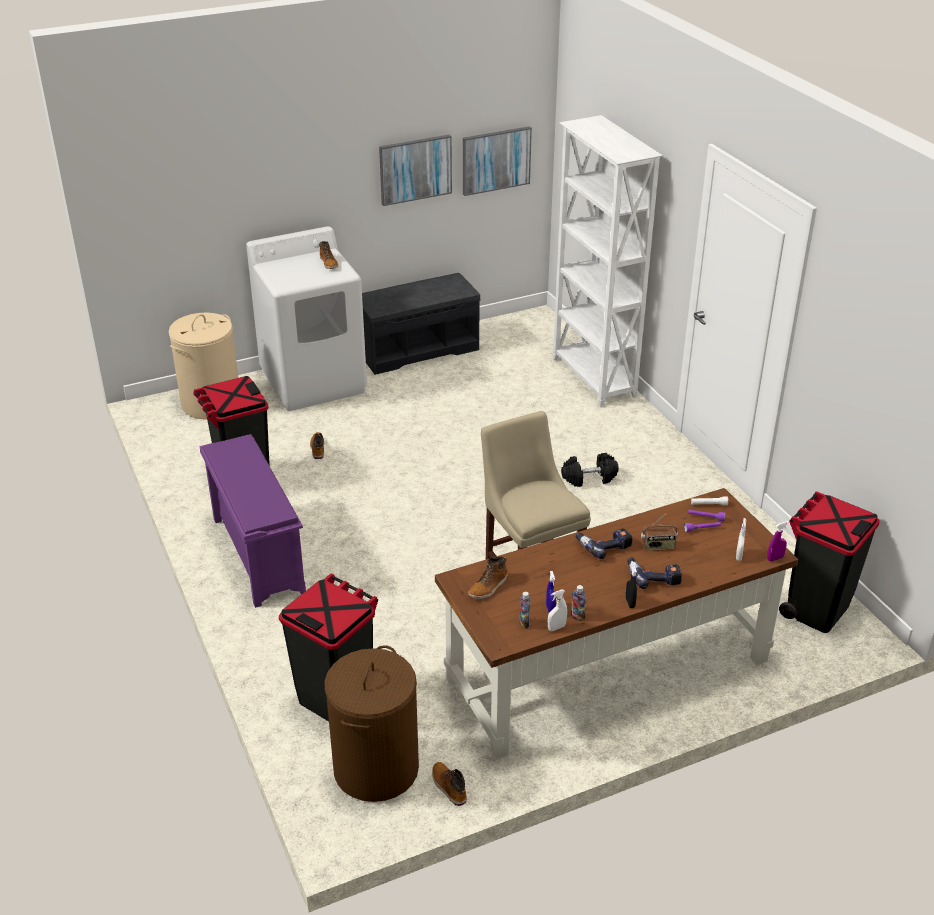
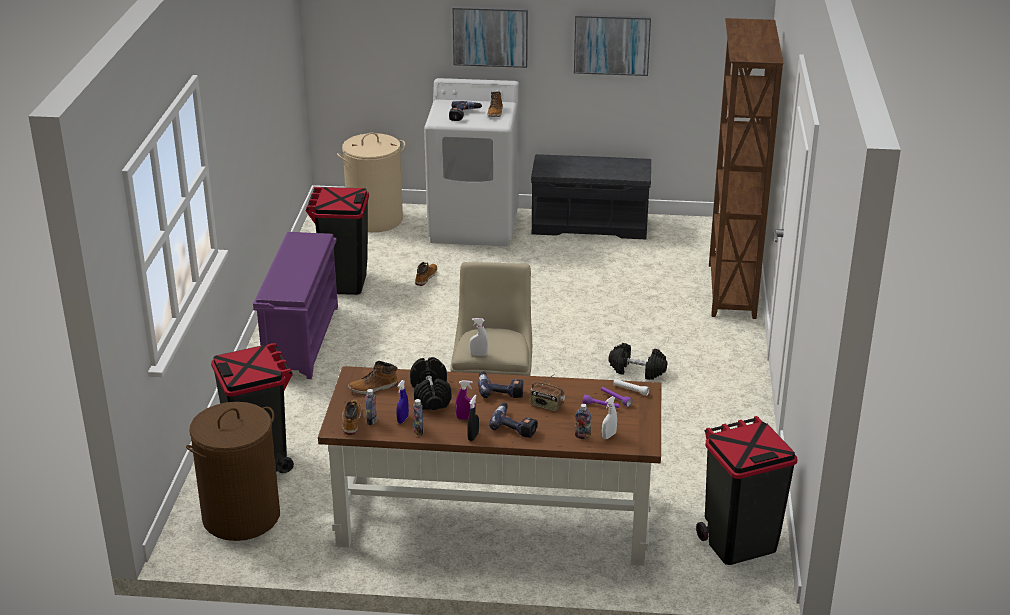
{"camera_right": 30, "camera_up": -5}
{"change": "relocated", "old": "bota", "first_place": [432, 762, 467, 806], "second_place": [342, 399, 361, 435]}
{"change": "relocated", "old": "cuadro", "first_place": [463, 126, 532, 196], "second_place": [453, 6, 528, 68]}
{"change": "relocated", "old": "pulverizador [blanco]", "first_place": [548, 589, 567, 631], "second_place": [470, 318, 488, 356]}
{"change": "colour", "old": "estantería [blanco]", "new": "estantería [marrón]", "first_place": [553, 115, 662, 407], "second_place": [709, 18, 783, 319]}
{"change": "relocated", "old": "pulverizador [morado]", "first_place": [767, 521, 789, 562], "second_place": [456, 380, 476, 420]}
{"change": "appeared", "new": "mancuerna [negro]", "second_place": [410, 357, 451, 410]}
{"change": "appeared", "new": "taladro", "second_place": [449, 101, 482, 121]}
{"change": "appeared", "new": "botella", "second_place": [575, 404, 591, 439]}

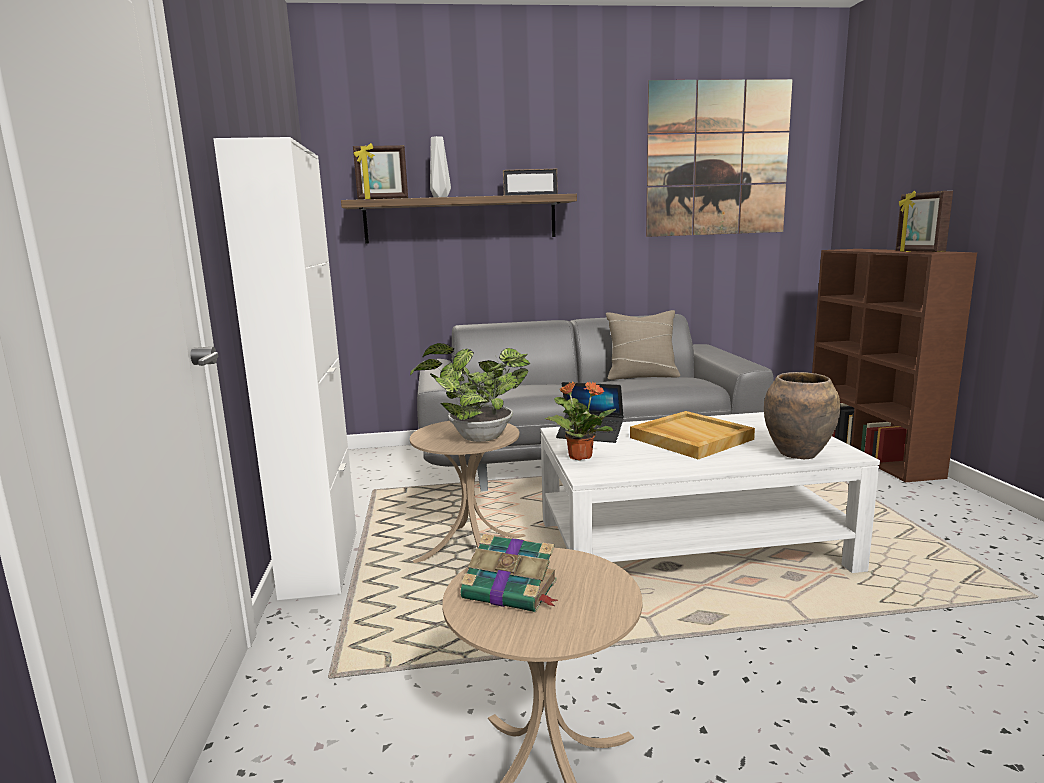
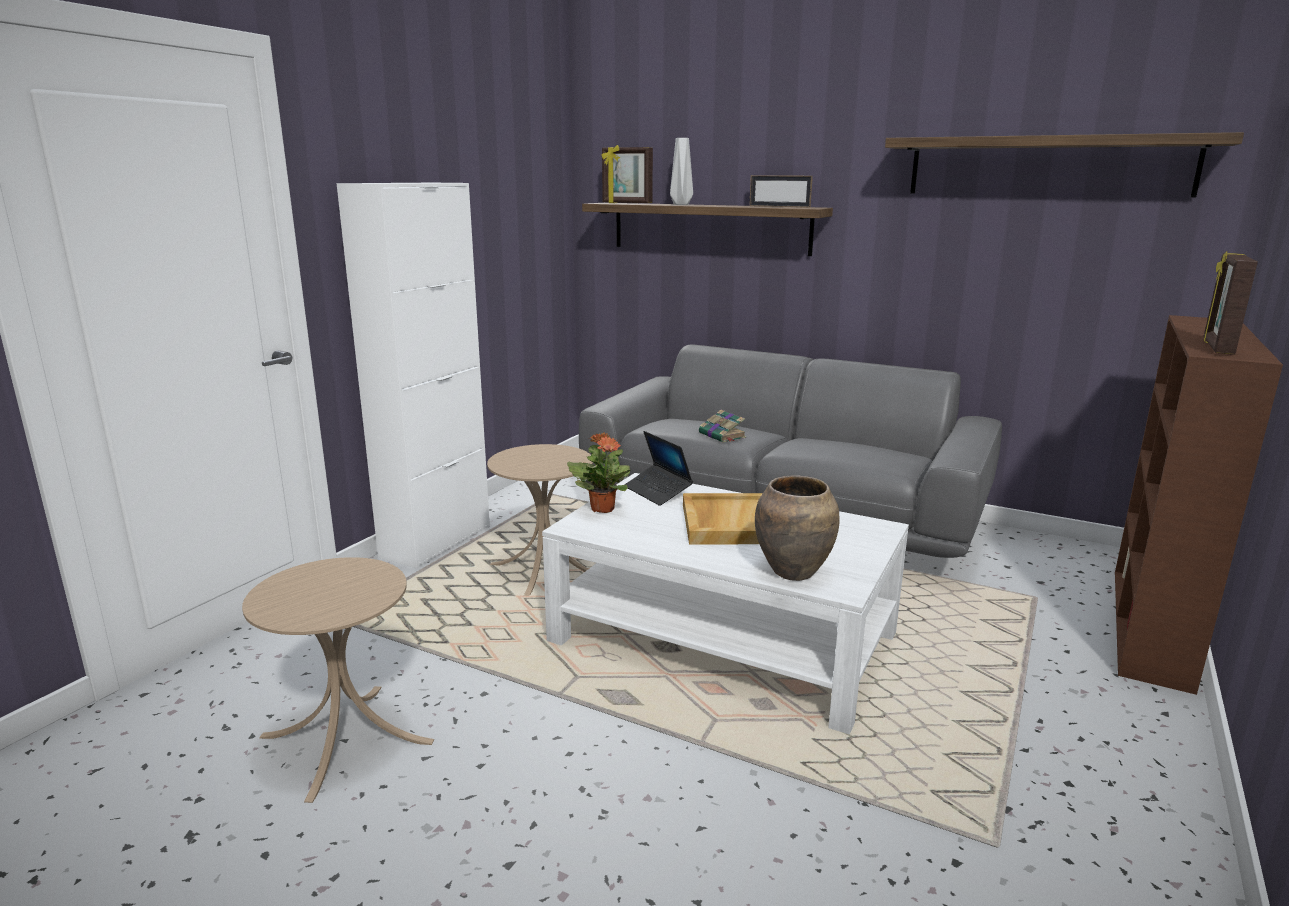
{"camera_right": 35, "camera_up": 5}
{"change": "missing", "old": "planta en maceta", "first_place": [410, 343, 530, 442]}
{"change": "relocated", "old": "libro", "first_place": [461, 534, 558, 612], "second_place": [699, 410, 746, 443]}
{"change": "missing", "old": "cojín [beis]", "first_place": [606, 310, 680, 380]}
{"change": "exchanged", "old": "cuadro", "new": "estante", "first_place": [646, 79, 793, 237], "second_place": [885, 132, 1244, 198]}

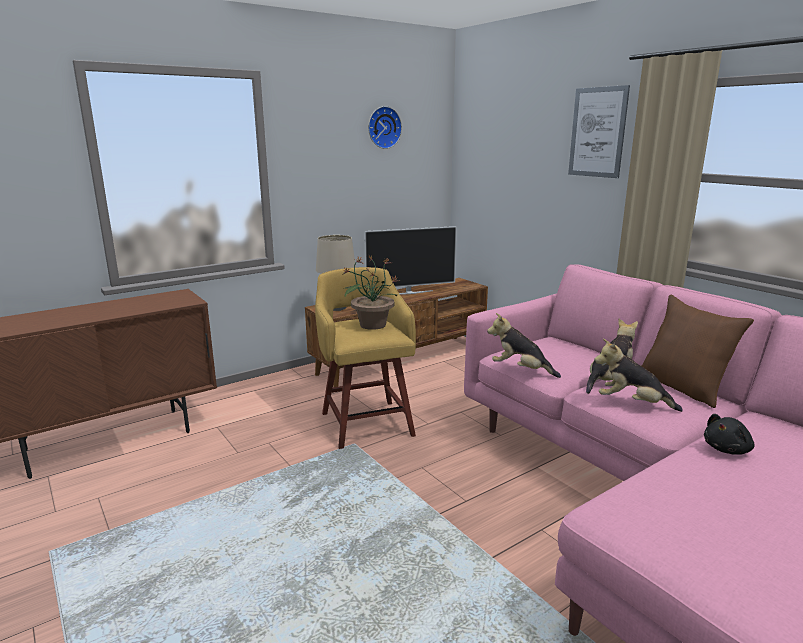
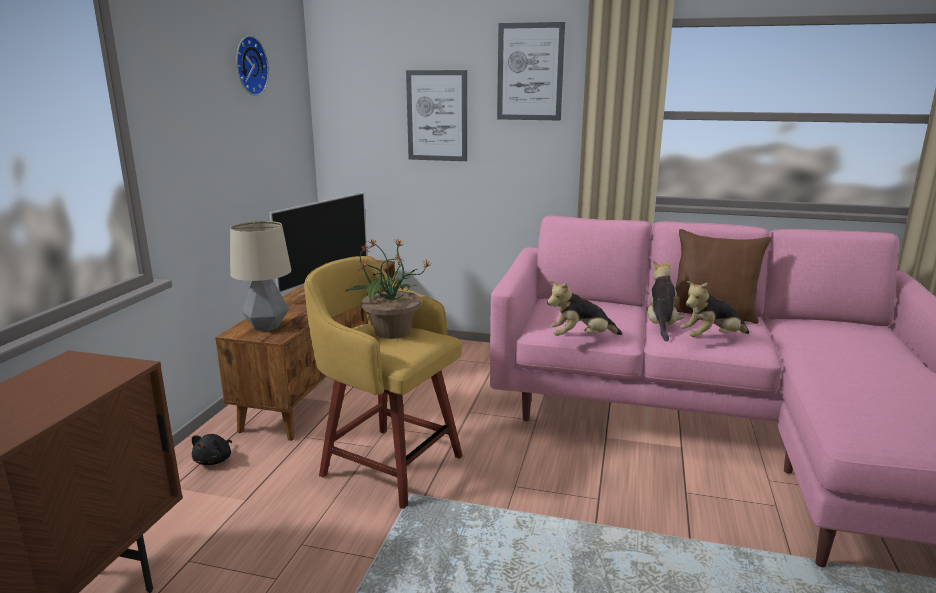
{"camera_right": -40, "camera_up": 0}
{"change": "relocated", "old": "peluche [negro]", "first_place": [704, 414, 754, 455], "second_place": [192, 434, 232, 465]}
{"change": "appeared", "new": "cuadro", "second_place": [406, 70, 467, 161]}

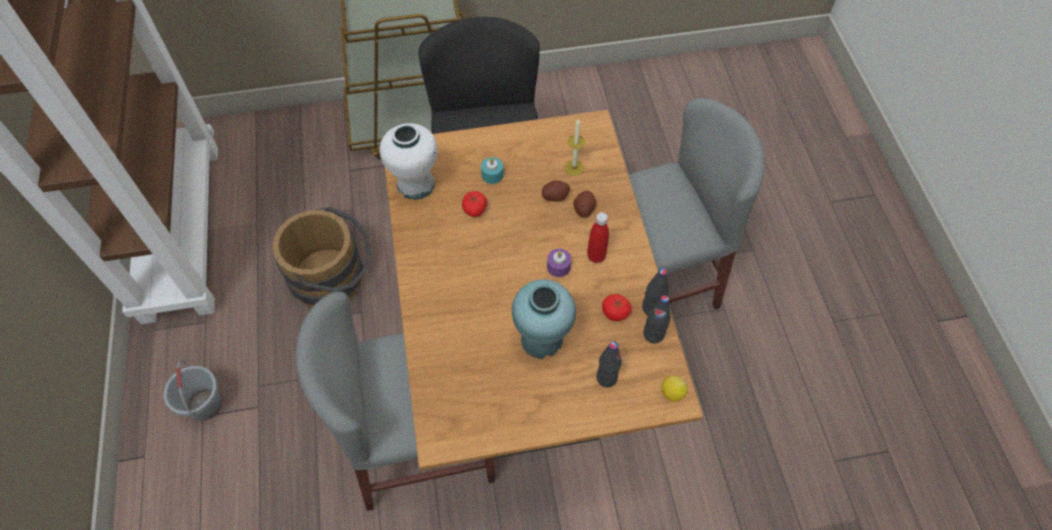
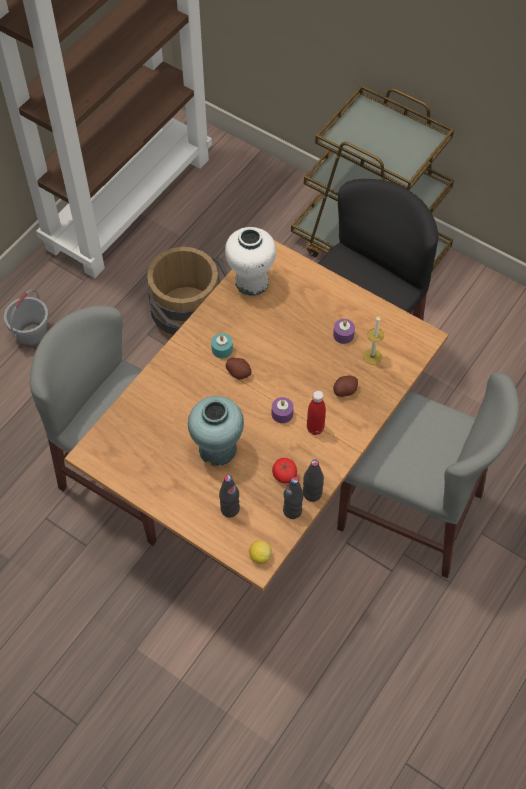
{"camera_right": 45, "camera_up": 0}
{"change": "missing", "old": "tomate", "first_place": [462, 191, 487, 217]}
{"change": "relocated", "old": "vela [turquesa]", "first_place": [481, 157, 504, 184], "second_place": [211, 333, 233, 358]}
{"change": "relocated", "old": "patata", "first_place": [542, 180, 570, 202], "second_place": [226, 358, 251, 379]}
{"change": "appeared", "new": "vela [morado]", "second_place": [333, 319, 355, 344]}

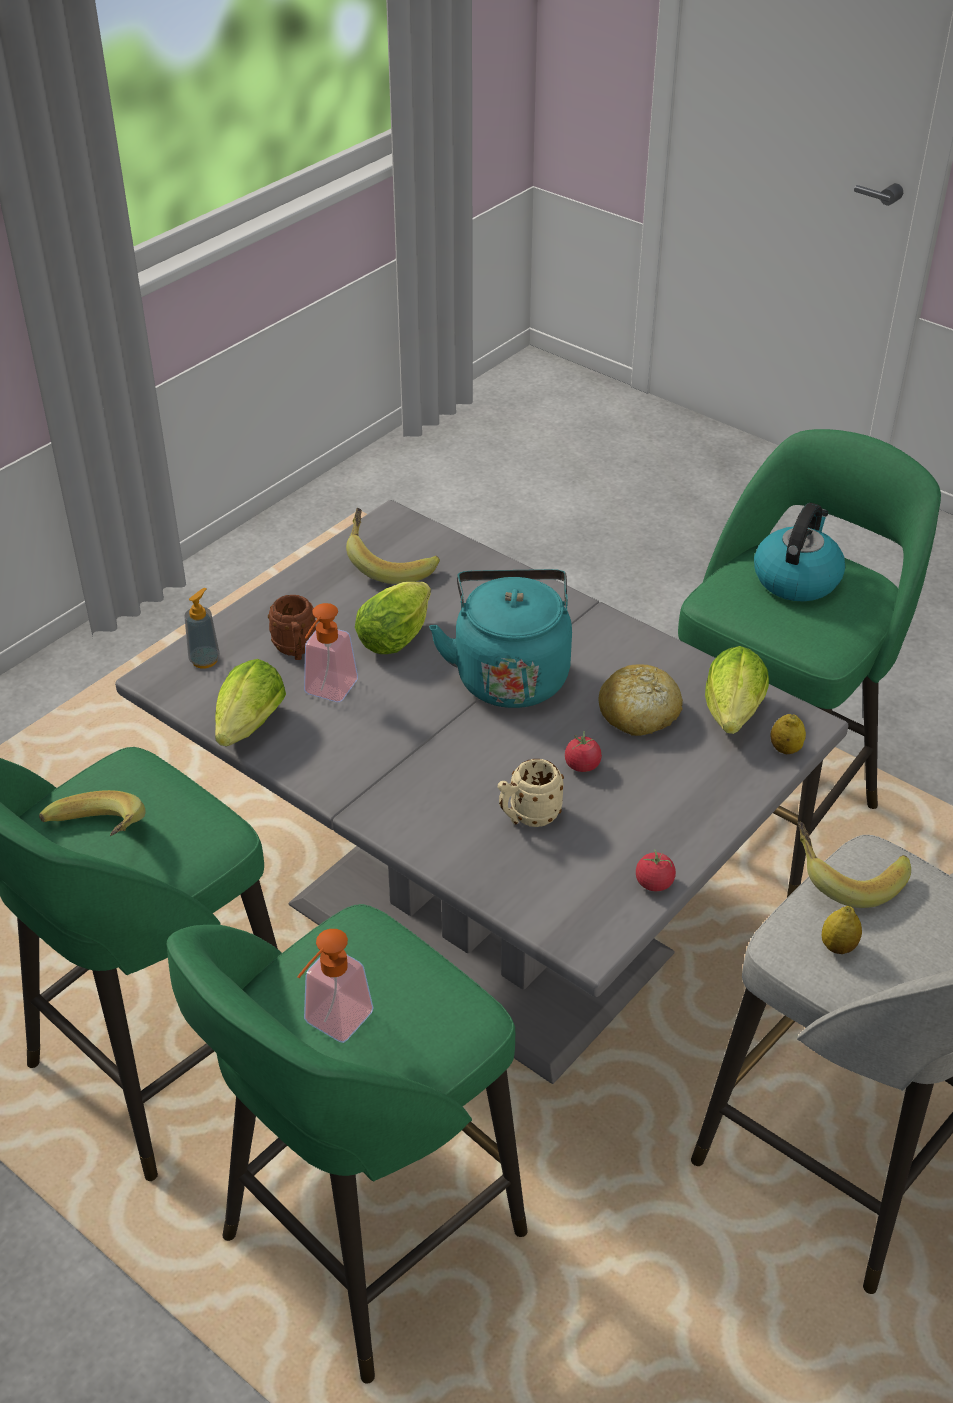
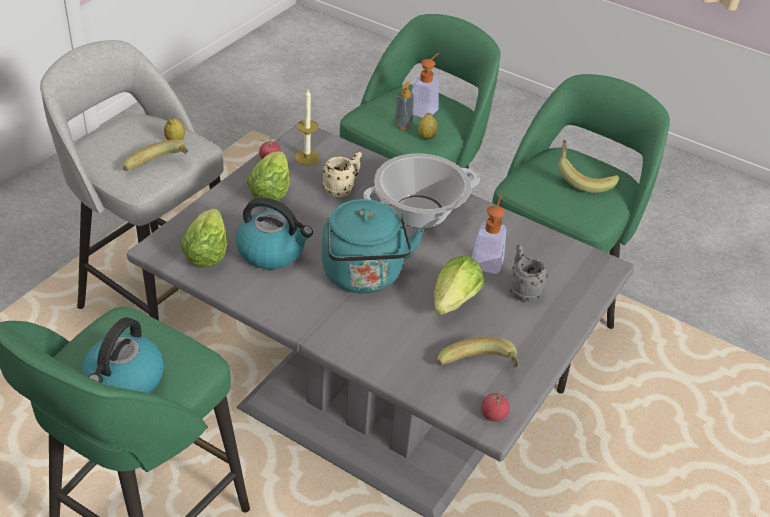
{"camera_right": 170, "camera_up": 0}
{"change": "relocated", "old": "dispensador de jabón", "first_place": [184, 588, 220, 669], "second_place": [394, 81, 414, 130]}
{"change": "relocated", "old": "lechuga", "first_place": [215, 659, 286, 747], "second_place": [247, 151, 290, 201]}
{"change": "colour", "old": "taza grande [marrón]", "new": "taza grande [gris]", "first_place": [268, 595, 316, 660], "second_place": [509, 245, 548, 302]}
{"change": "relocated", "old": "tomate", "first_place": [565, 731, 602, 772], "second_place": [481, 391, 510, 422]}
{"change": "exchanged", "old": "pan", "new": "hervidor", "first_place": [598, 664, 683, 736], "second_place": [236, 197, 313, 269]}
{"change": "relocated", "old": "limón", "first_place": [770, 714, 806, 754], "second_place": [418, 113, 438, 140]}
{"change": "appeared", "new": "vela", "second_place": [295, 90, 320, 165]}
{"change": "appeared", "new": "olla", "second_place": [363, 154, 480, 228]}

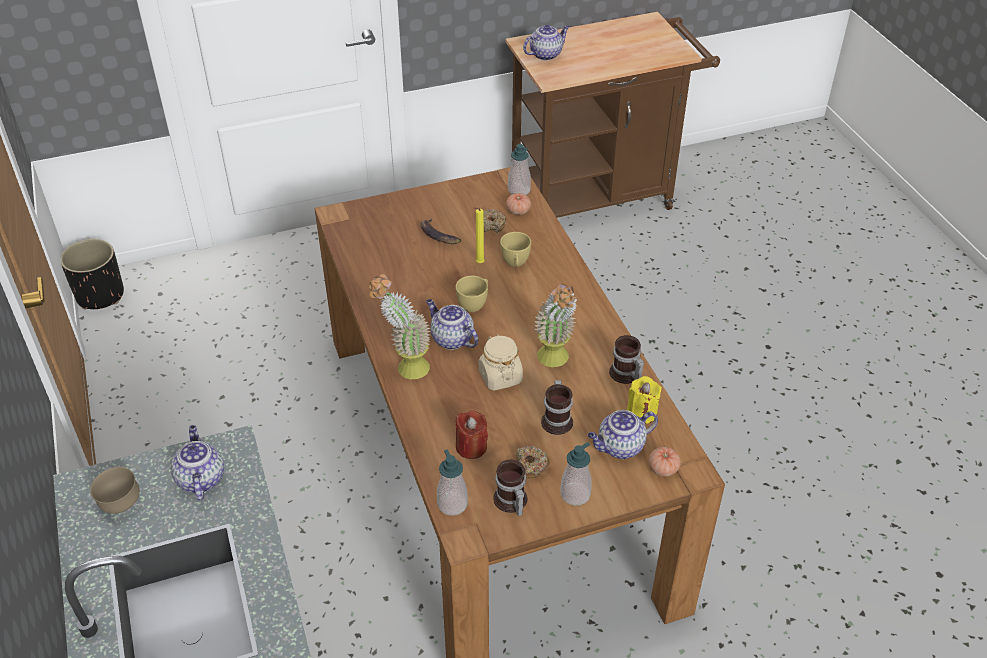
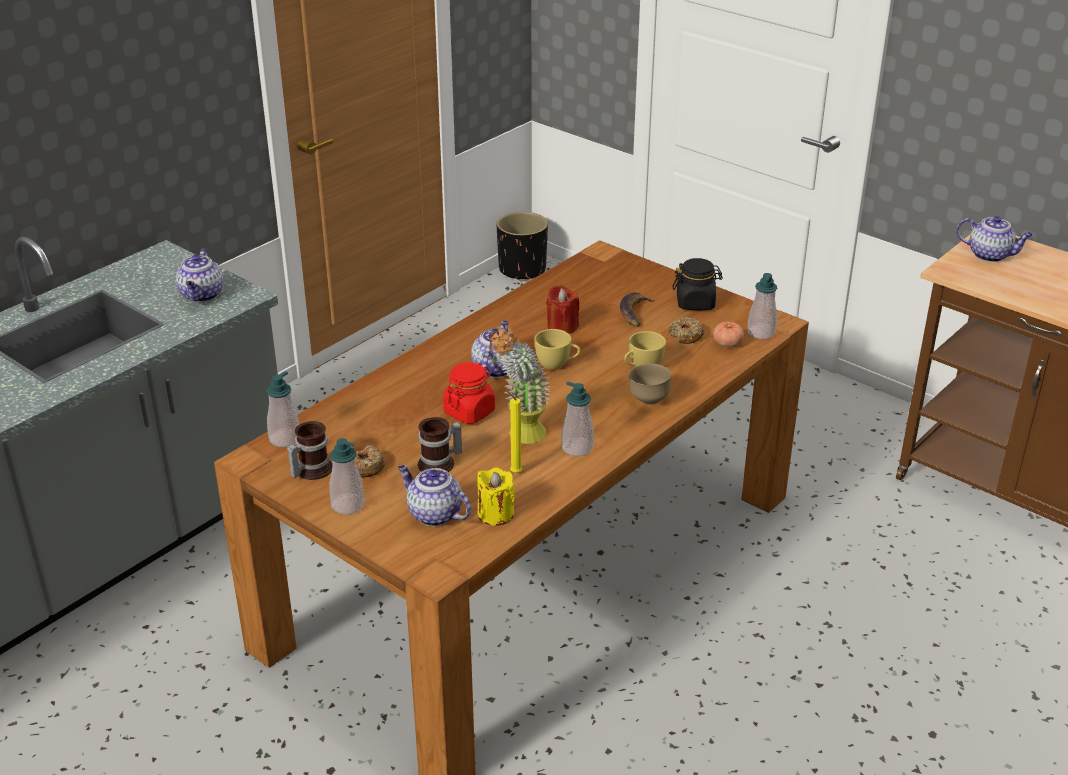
{"camera_right": 60, "camera_up": -10}
{"change": "relocated", "old": "cuenco [marrón]", "first_place": [90, 467, 140, 514], "second_place": [629, 364, 671, 405]}
{"change": "spun", "old": "tetera", "first_place": [171, 425, 224, 501], "second_place": [176, 249, 224, 302], "degrees": 135}
{"change": "missing", "old": "planta en maceta", "first_place": [369, 274, 431, 379]}
{"change": "relocated", "old": "vela [rojo]", "first_place": [456, 410, 488, 459], "second_place": [546, 285, 579, 334]}
{"change": "relocated", "old": "vela [amarillo]", "first_place": [474, 207, 485, 263], "second_place": [506, 390, 522, 473]}
{"change": "colour", "old": "tarro [beis]", "new": "tarro [rojo]", "first_place": [479, 334, 523, 391], "second_place": [443, 362, 495, 424]}
{"change": "missing", "old": "taza grande", "first_place": [609, 335, 644, 384]}
{"change": "missing", "old": "tomate", "first_place": [649, 447, 681, 476]}
{"change": "appeared", "new": "dispensador de jabón", "second_place": [561, 382, 594, 456]}
{"change": "appeared", "new": "tarro [negro]", "second_place": [673, 258, 723, 310]}

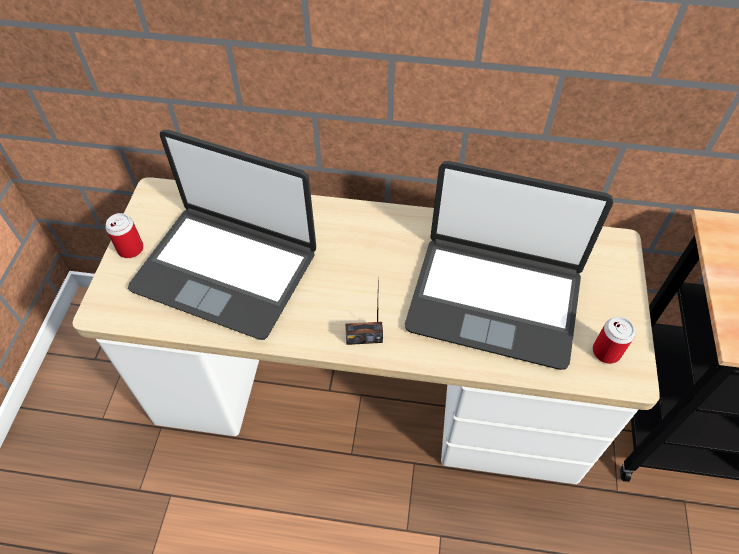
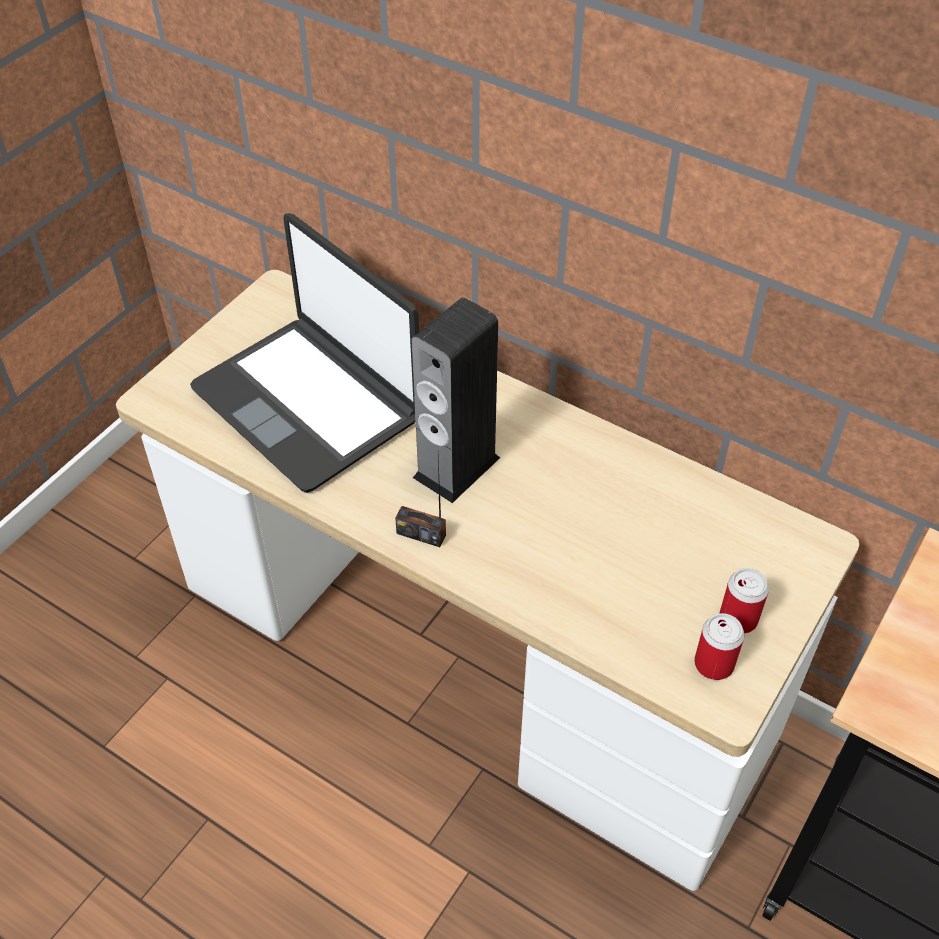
{"camera_right": 25, "camera_up": -5}
{"change": "relocated", "old": "lata", "first_place": [105, 213, 144, 258], "second_place": [719, 568, 769, 633]}
{"change": "missing", "old": "portátil", "first_place": [405, 161, 613, 370]}
{"change": "appeared", "new": "altavoz", "second_place": [412, 297, 500, 503]}

